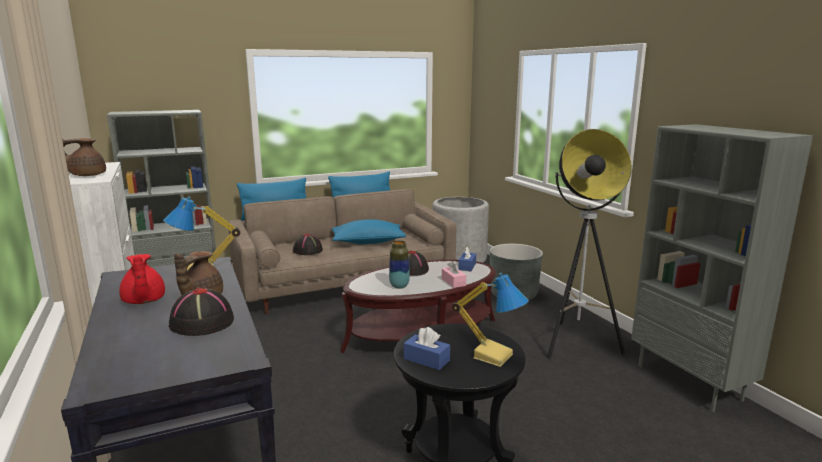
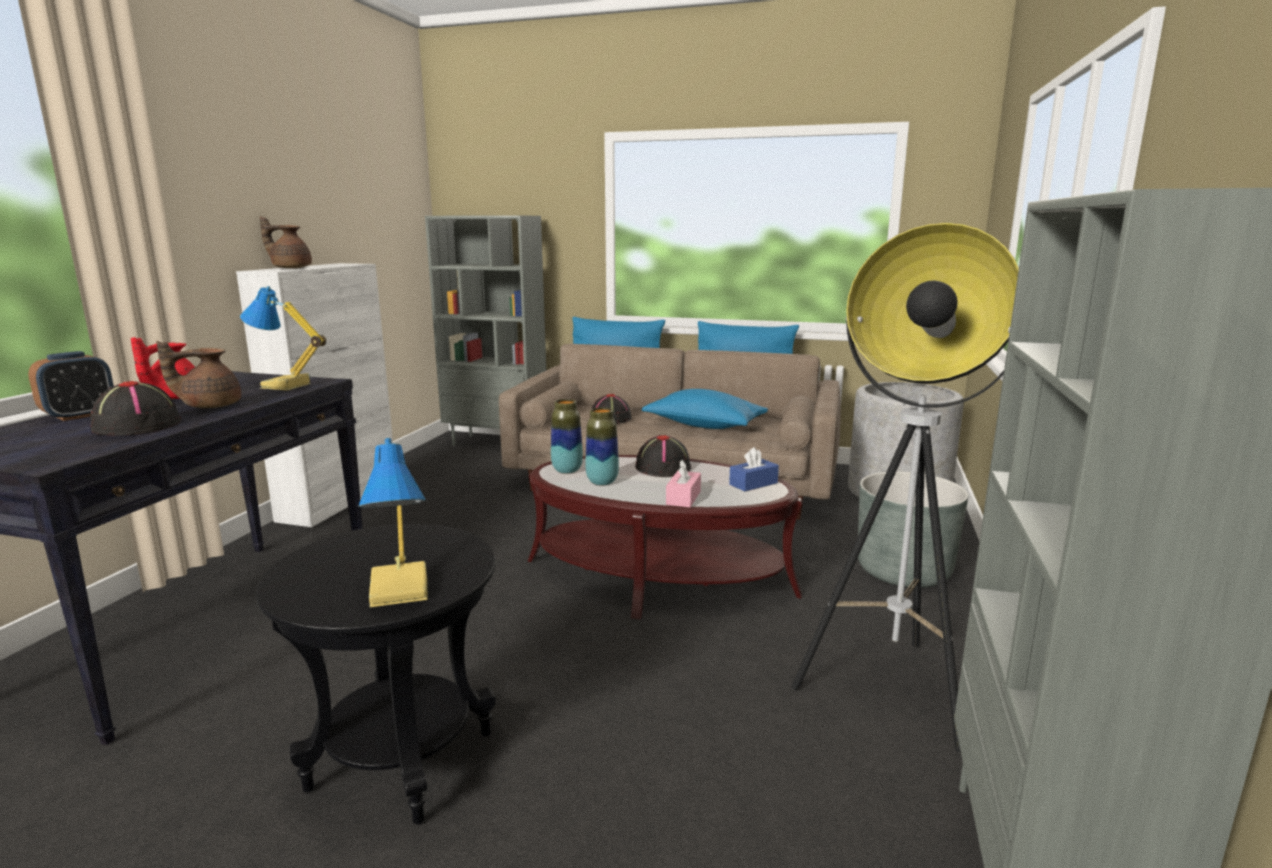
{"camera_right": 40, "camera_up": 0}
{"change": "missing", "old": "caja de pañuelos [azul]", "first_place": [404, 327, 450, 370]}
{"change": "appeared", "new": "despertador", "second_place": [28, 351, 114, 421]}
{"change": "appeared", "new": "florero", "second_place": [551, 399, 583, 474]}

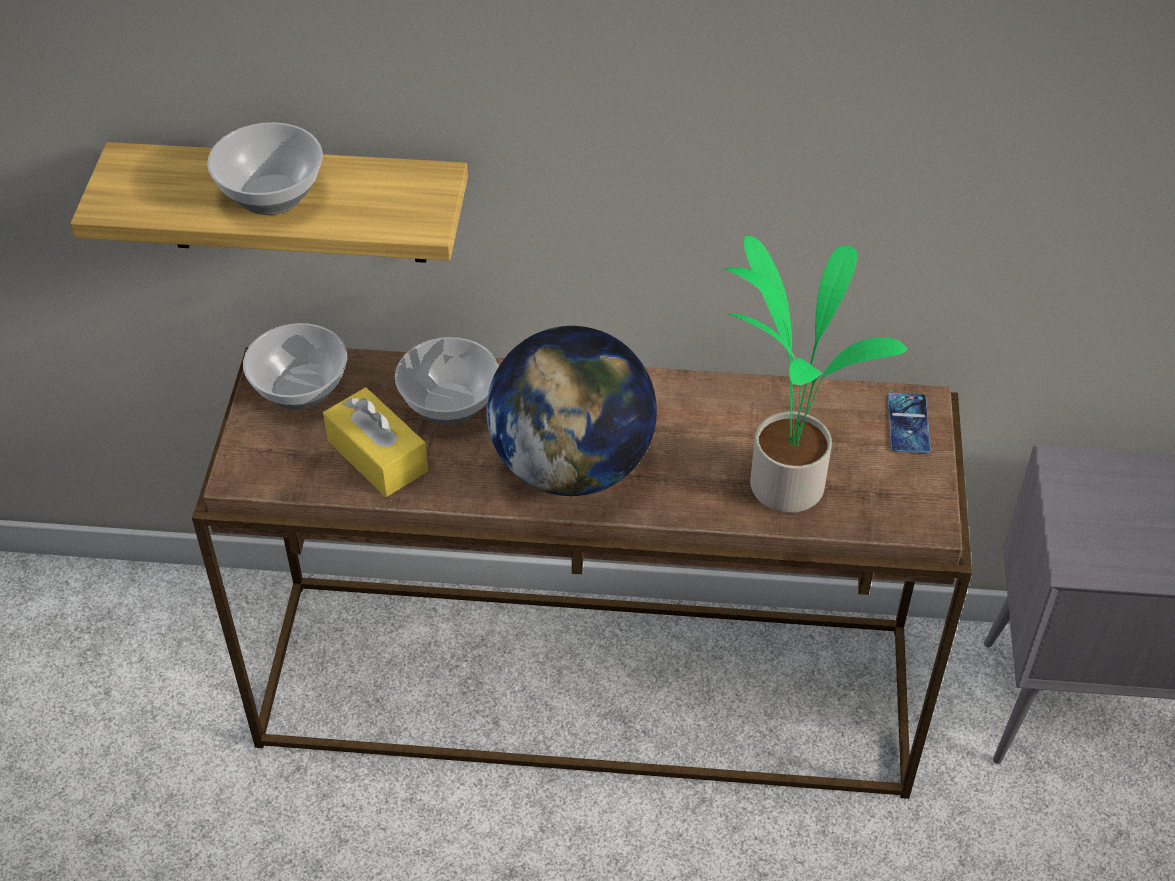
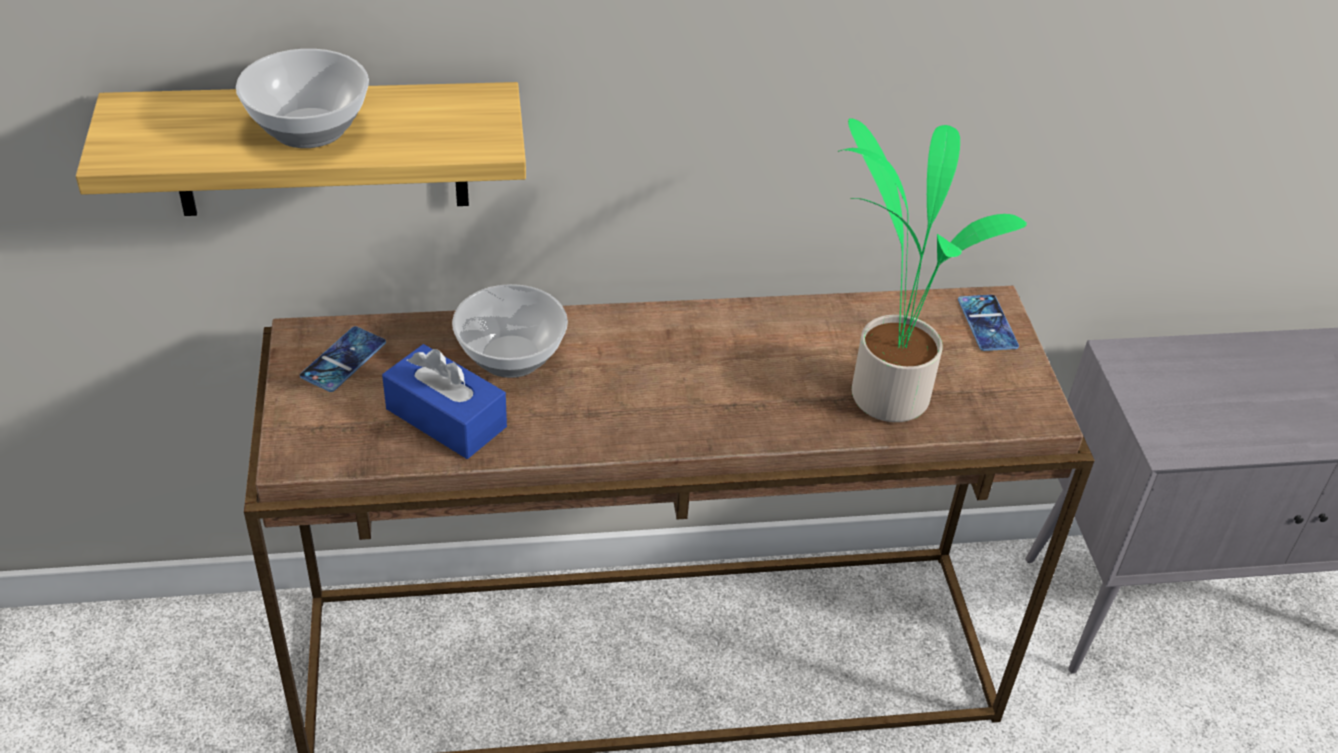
{"camera_right": -15, "camera_up": -5}
{"change": "exchanged", "old": "cuenco", "new": "móvil", "first_place": [243, 323, 347, 410], "second_place": [300, 326, 386, 392]}
{"change": "colour", "old": "caja de pañuelos [amarillo]", "new": "caja de pañuelos [azul]", "first_place": [323, 387, 428, 497], "second_place": [382, 344, 507, 459]}
{"change": "missing", "old": "globo terráqueo", "first_place": [486, 326, 657, 496]}

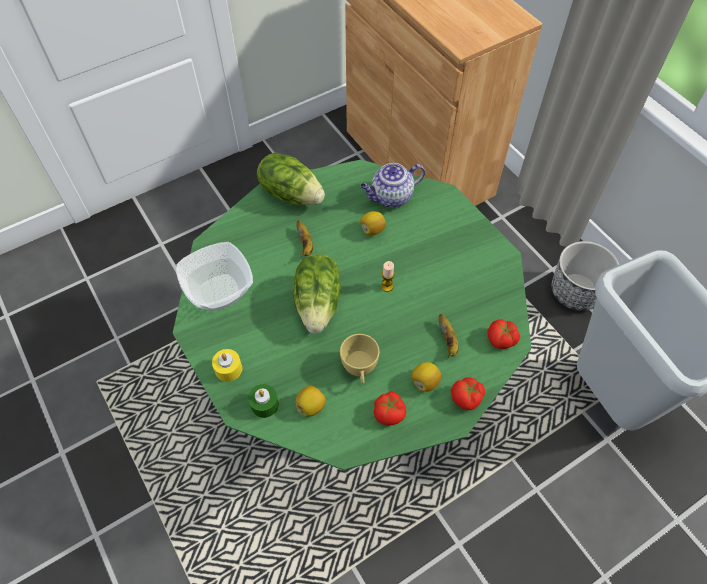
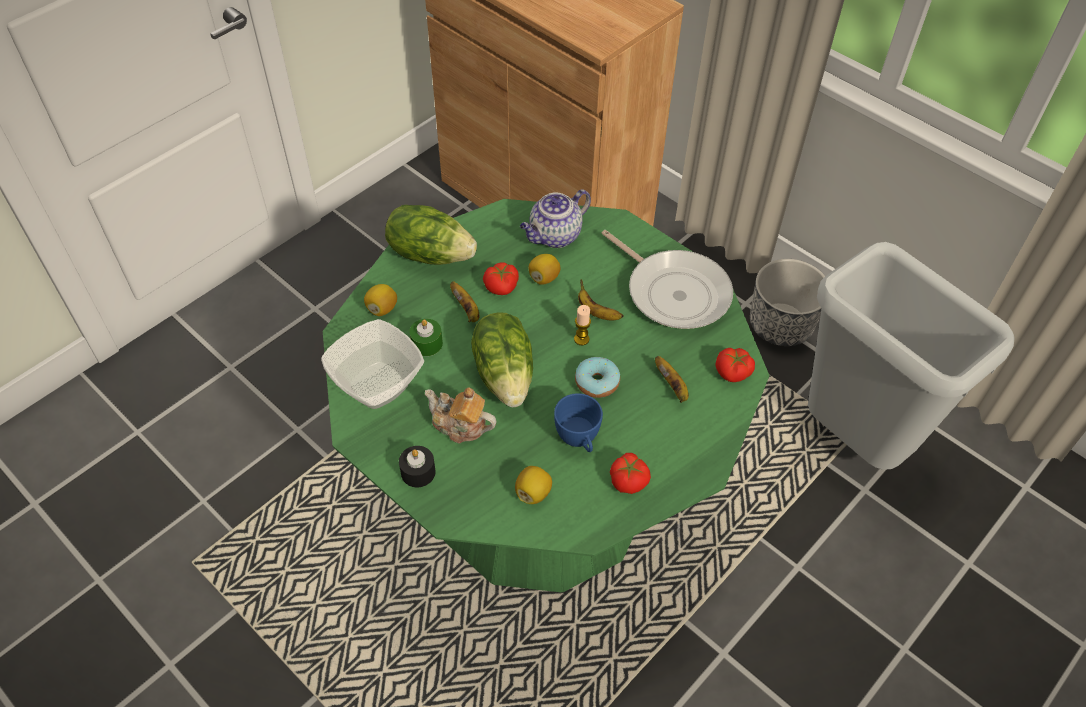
{"camera_right": -15, "camera_up": -5}
{"change": "colour", "old": "vela [amarillo]", "new": "vela [negro]", "first_place": [212, 349, 242, 382], "second_place": [399, 446, 436, 487]}
{"change": "relocated", "old": "vela [verde]", "first_place": [248, 384, 279, 418], "second_place": [409, 319, 443, 356]}
{"change": "colour", "old": "taza [amarillo]", "new": "taza [azul]", "first_place": [340, 334, 380, 384], "second_place": [554, 393, 603, 452]}
{"change": "relocated", "old": "limón", "first_place": [412, 362, 441, 392], "second_place": [364, 284, 397, 316]}
{"change": "relocated", "old": "tomate", "first_place": [451, 378, 485, 410], "second_place": [483, 262, 519, 295]}
{"change": "appeared", "new": "tetera", "second_place": [425, 388, 496, 444]}
{"change": "appeared", "new": "rosquilla", "second_place": [575, 357, 620, 398]}
{"change": "appeared", "new": "plátano", "second_place": [578, 279, 624, 321]}
{"change": "appeared", "new": "sartén", "second_place": [601, 230, 733, 329]}

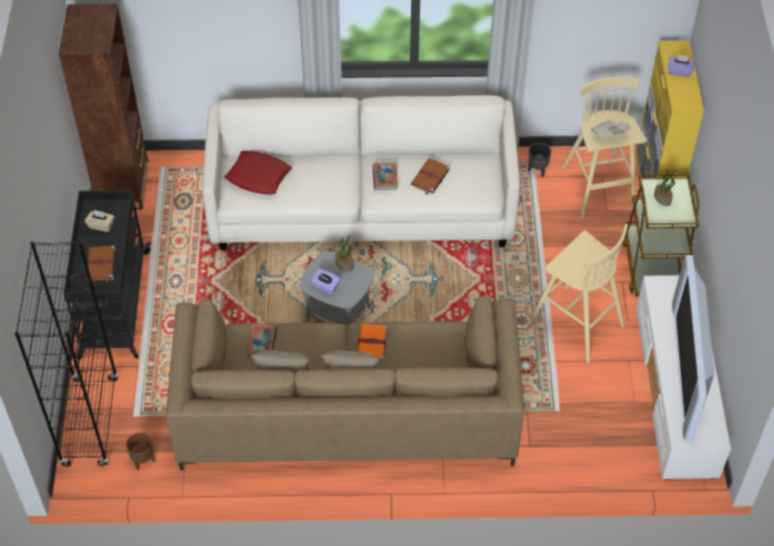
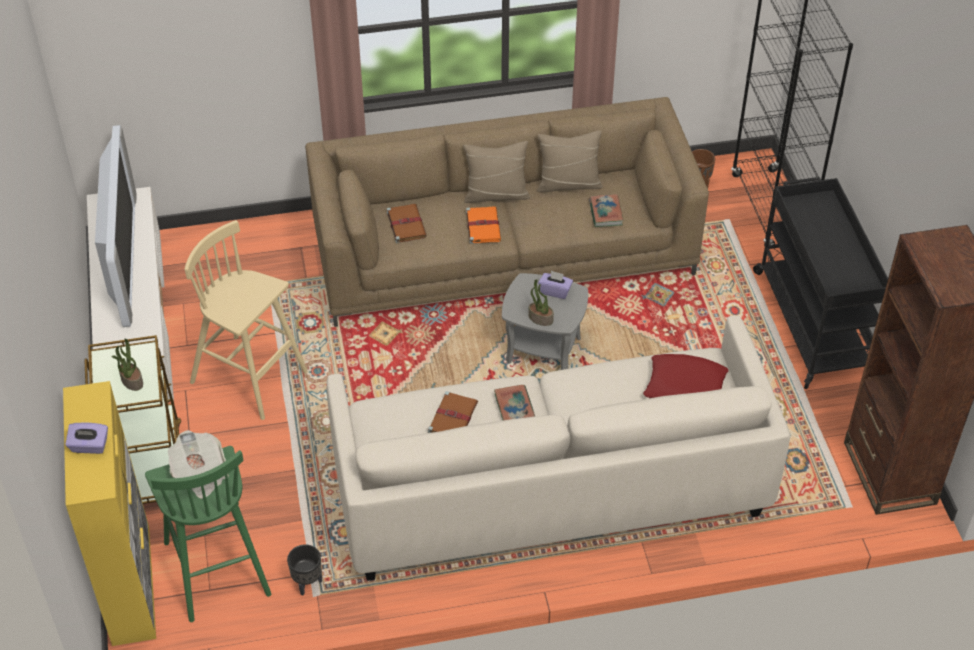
{"camera_right": 170, "camera_up": -5}
{"change": "missing", "old": "caja de pañuelos [beis]", "first_place": [85, 210, 114, 232]}
{"change": "relocated", "old": "libro [marrón]", "first_place": [86, 245, 116, 283], "second_place": [387, 204, 427, 243]}
{"change": "colour", "old": "taburete [beis]", "new": "taburete [verde]", "first_place": [562, 77, 647, 218], "second_place": [145, 446, 271, 622]}

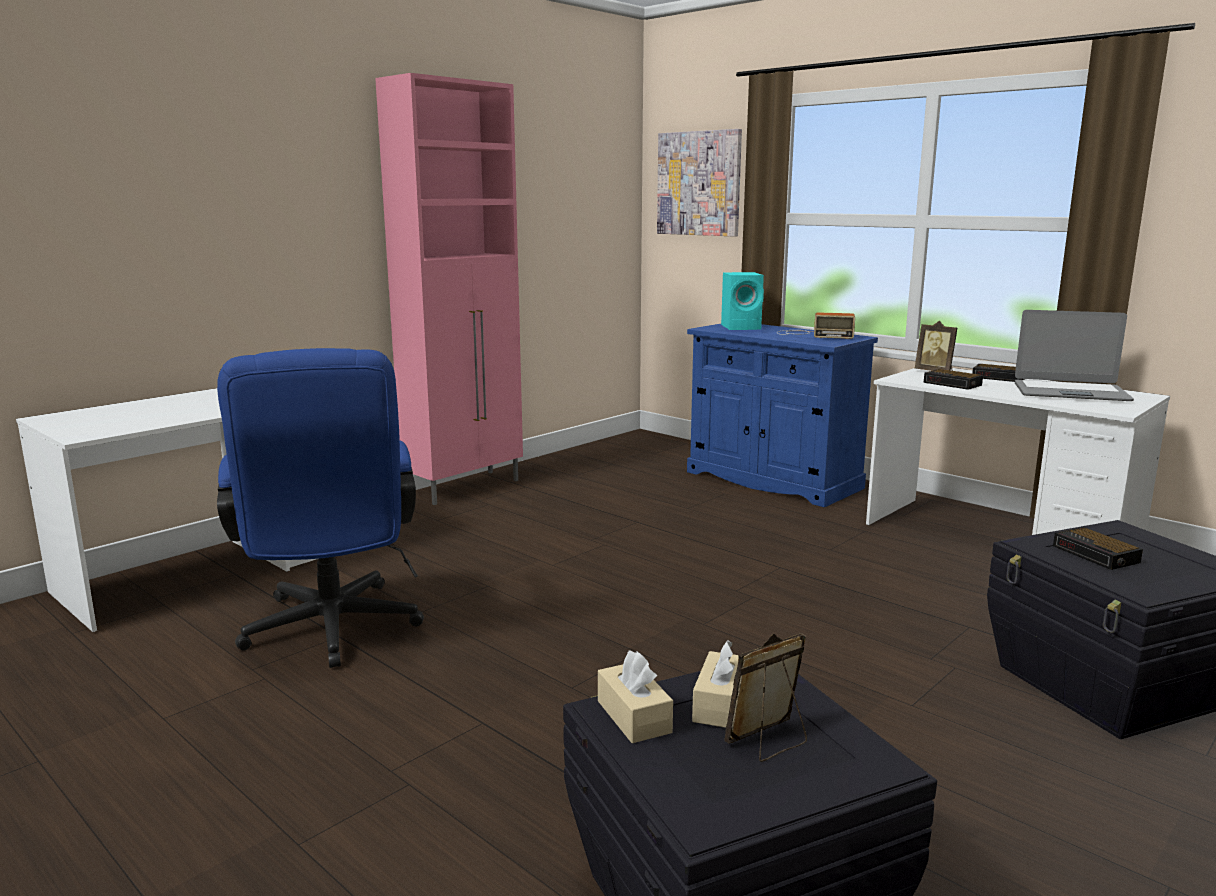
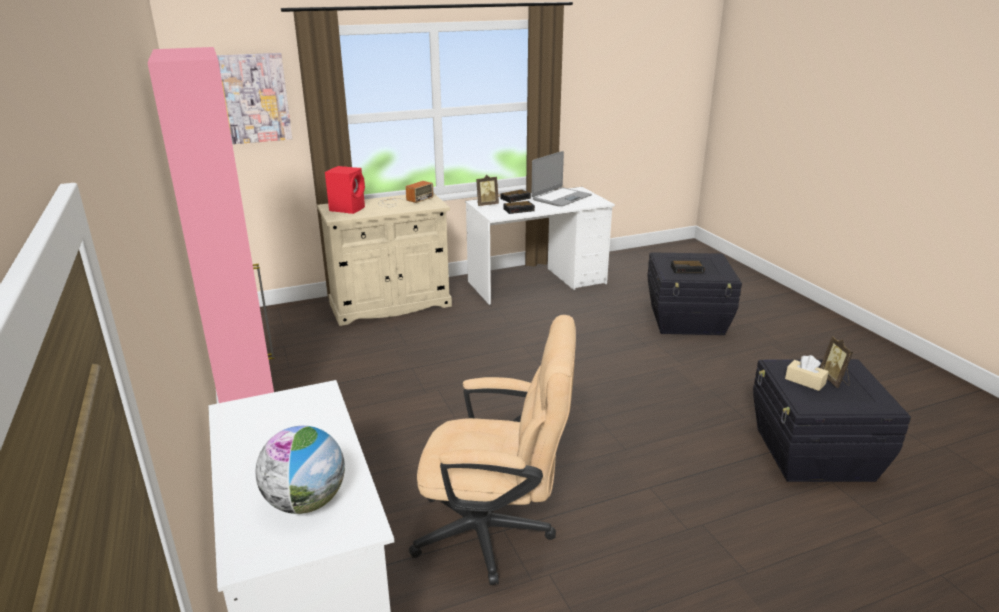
{"camera_right": -65, "camera_up": 10}
{"change": "colour", "old": "silla de oficina [azul]", "new": "silla de oficina [beis]", "first_place": [217, 348, 424, 668], "second_place": [409, 315, 576, 585]}
{"change": "missing", "old": "caja de pañuelos [beis]", "first_place": [598, 651, 673, 743]}
{"change": "colour", "old": "armario [azul]", "new": "armario [beis]", "first_place": [687, 324, 878, 507], "second_place": [317, 194, 452, 326]}
{"change": "colour", "old": "altavoz [turquesa]", "new": "altavoz [rojo]", "first_place": [721, 272, 764, 330], "second_place": [325, 166, 365, 214]}
{"change": "appeared", "new": "globo terráqueo", "second_place": [255, 426, 345, 514]}

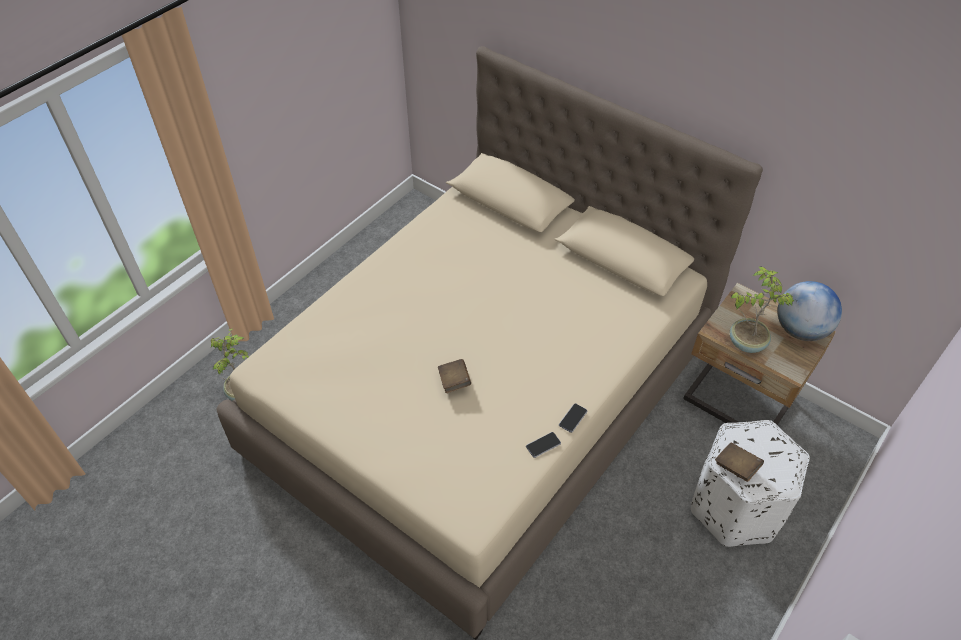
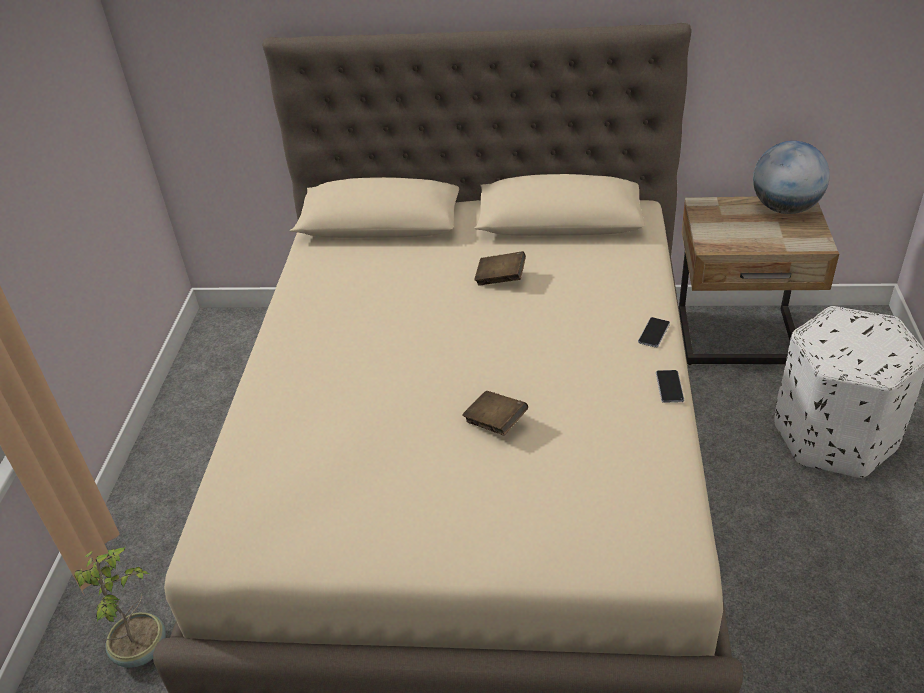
{"camera_right": -30, "camera_up": -10}
{"change": "relocated", "old": "móvil", "first_place": [526, 432, 561, 458], "second_place": [638, 317, 670, 348]}
{"change": "relocated", "old": "libro [marrón]", "first_place": [715, 442, 764, 482], "second_place": [474, 251, 526, 286]}
{"change": "missing", "old": "planta en maceta", "first_place": [730, 266, 794, 353]}

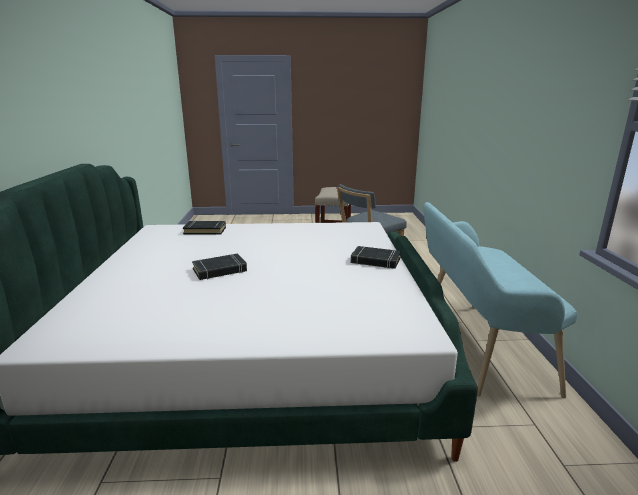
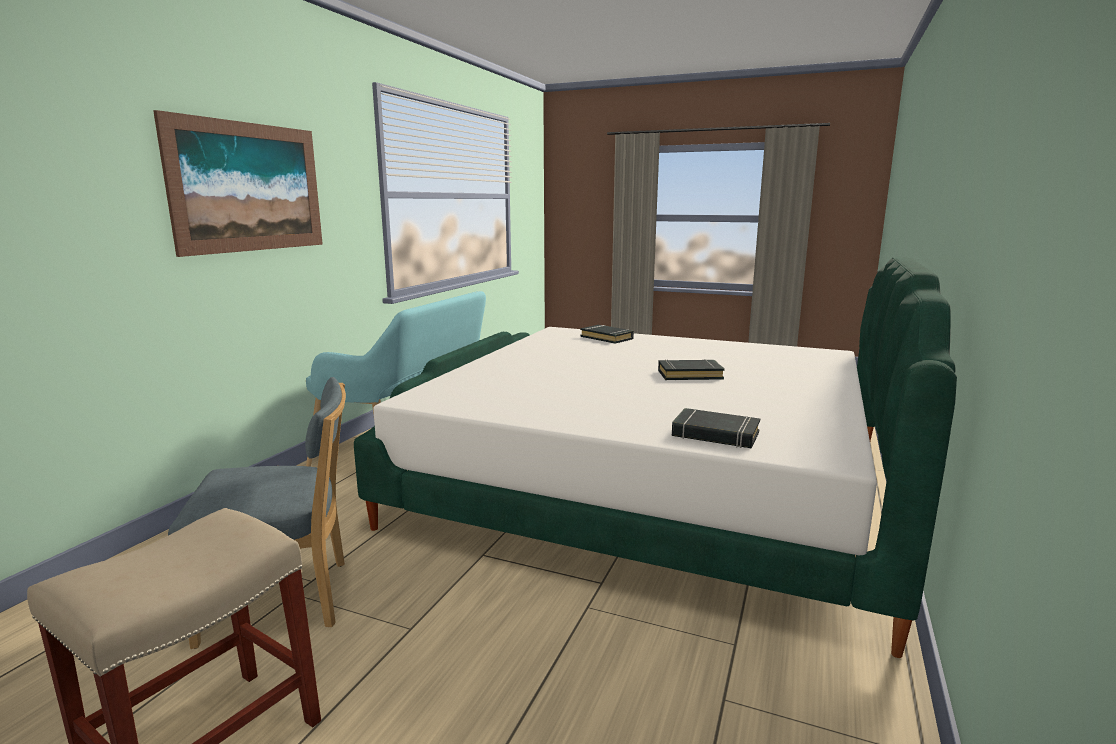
{"camera_right": -155, "camera_up": -5}
{"change": "relocated", "old": "libro [negro]", "first_place": [351, 246, 401, 269], "second_place": [581, 325, 634, 344]}
{"change": "appeared", "new": "cuadro", "second_place": [153, 110, 323, 257]}

